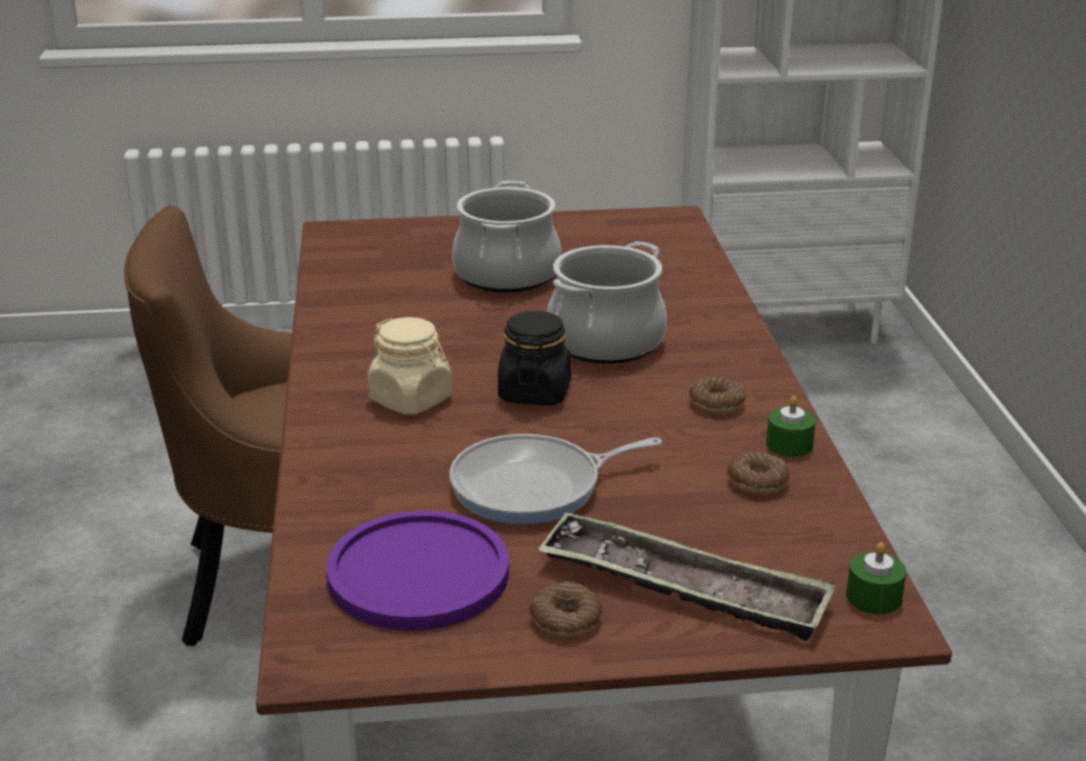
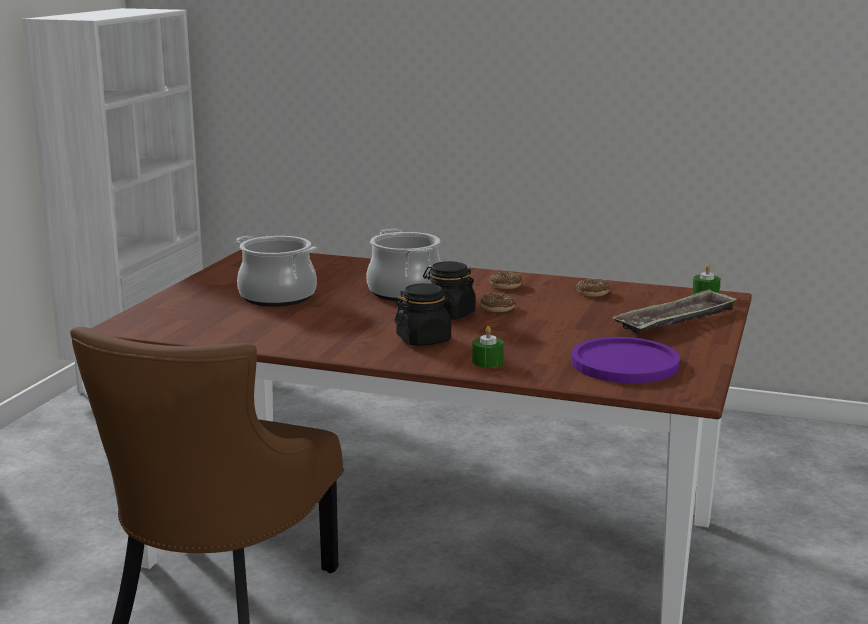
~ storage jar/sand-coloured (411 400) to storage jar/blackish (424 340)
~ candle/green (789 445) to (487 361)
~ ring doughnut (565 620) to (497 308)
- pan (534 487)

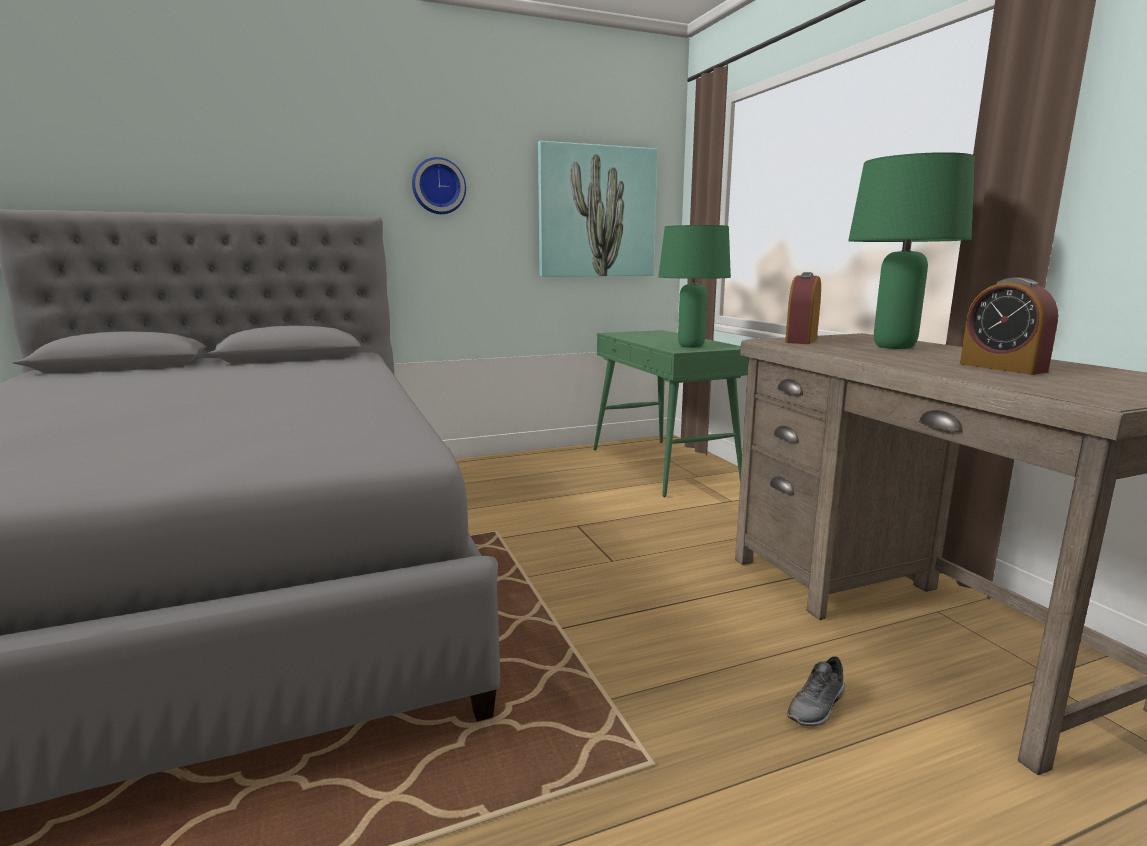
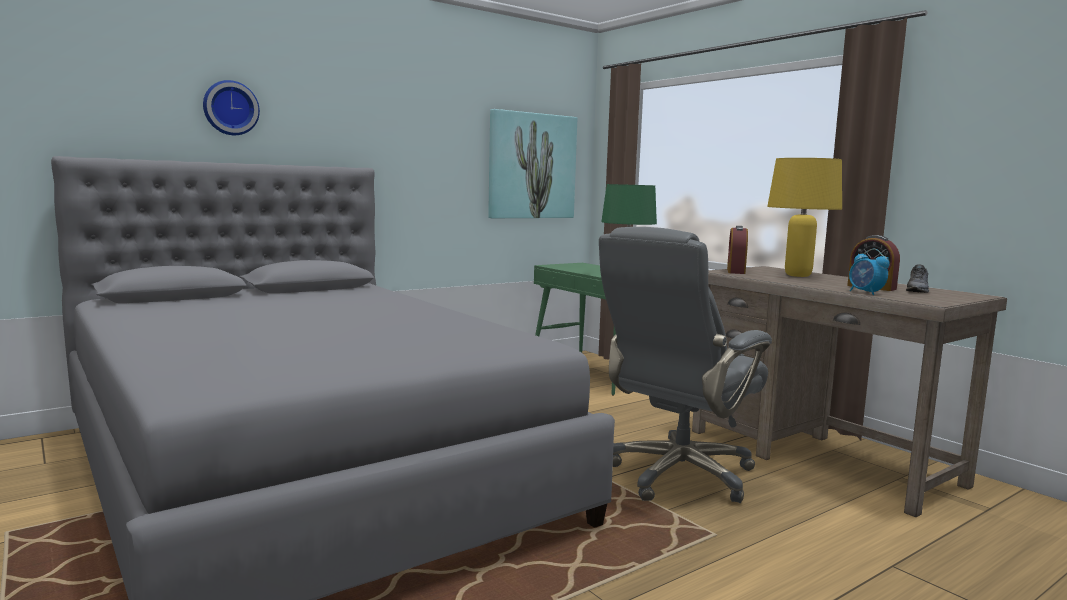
~ hanging clock (438 186) to (230 108)
+ desk chair/greyish (676 477)
~ lamp for a table/green (895 347) to lamp for a table/yellowish (798 275)
+ table clock (866 293)
~ shoe/greyish (817 706) to (917 290)

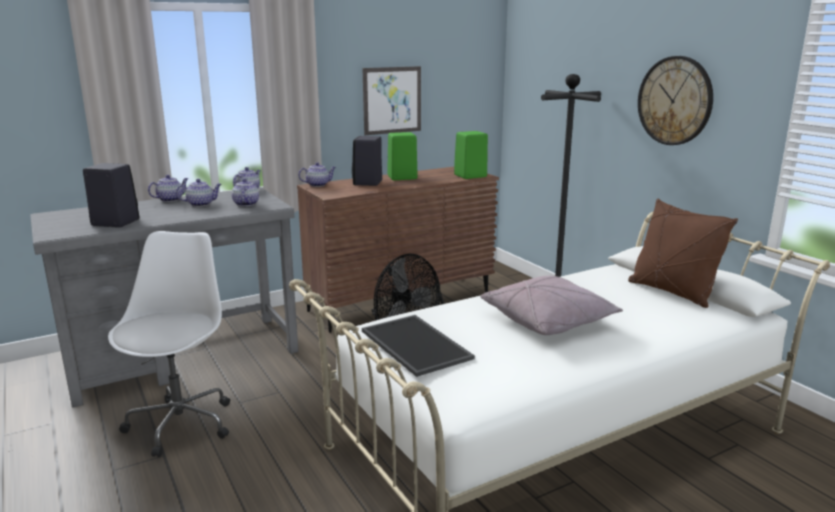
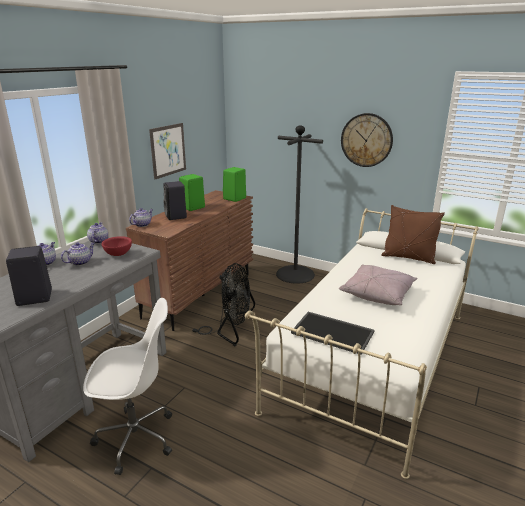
~ desk chair/whitish (182 423) = (138 438) 105 degrees clockwise
~ teapot (246 204) to serving bowl/red (118 254)

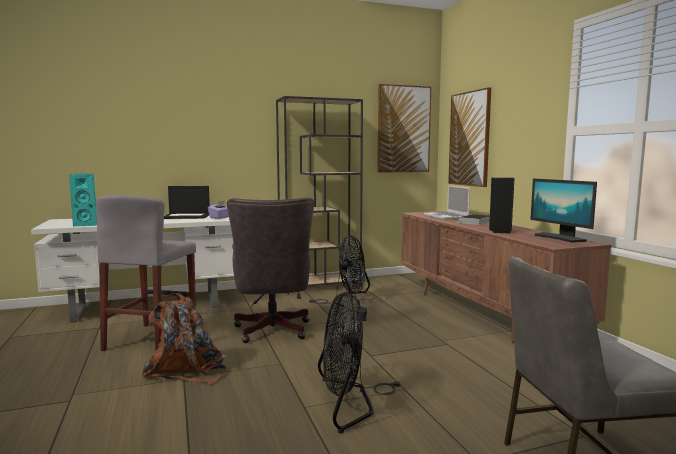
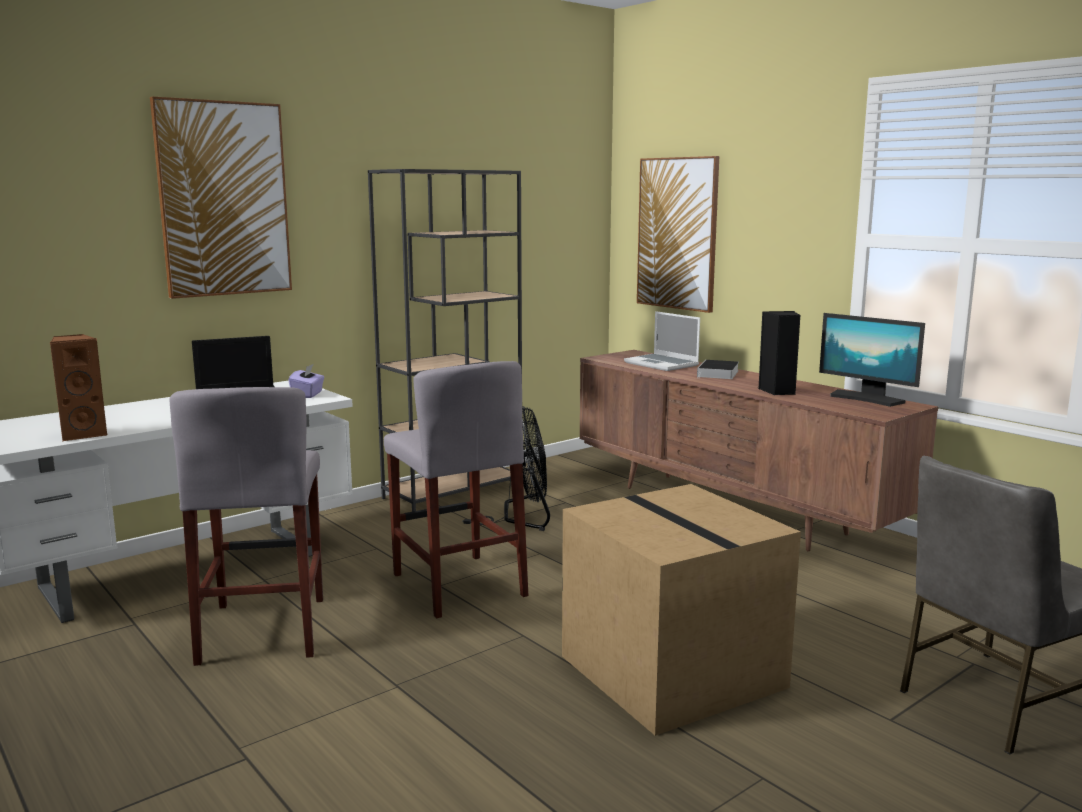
~ loudspeaker/turquoise (87 224) to loudspeaker/brown-coloured (83 434)
~ picture (403 129) to (223 199)
~ desk chair/greyish (273 331) to stool/greyish (458 585)
~ electric fan/blackish (351 400) to cardboard box (675 672)
- rucksack/brown-coloured (187 369)

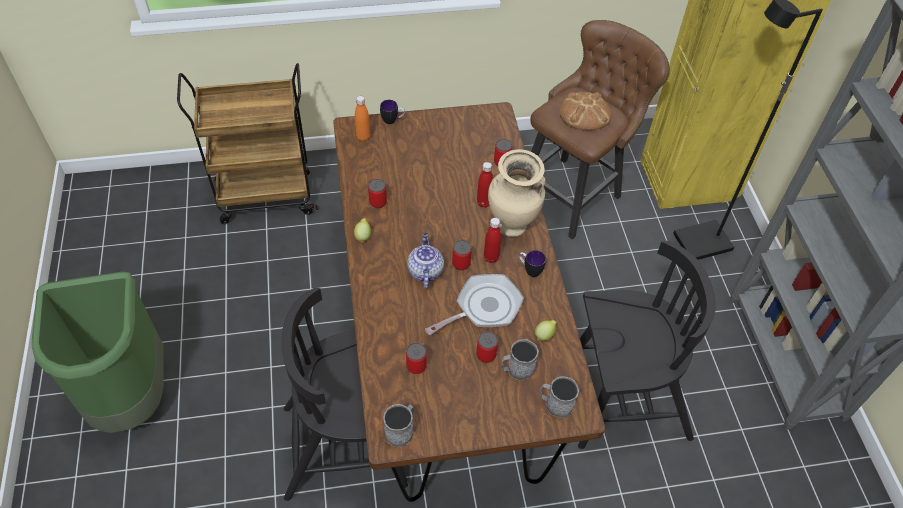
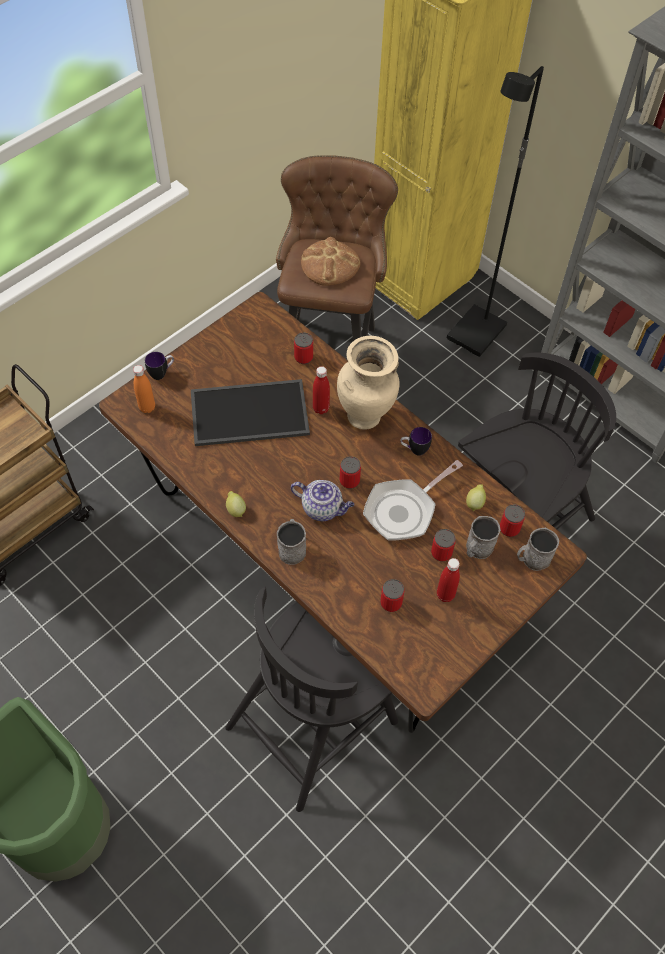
+ serving tray (248 415)
~ tea mug/greyish (401 430) to (292 548)
~ teapot (425 271) = (323 508) 150 degrees clockwise
~ pan (484 308) = (404 510) 150 degrees counterclockwise
~ bottle/red (491 258) to (445 595)
~ can (378 202) to (509 528)

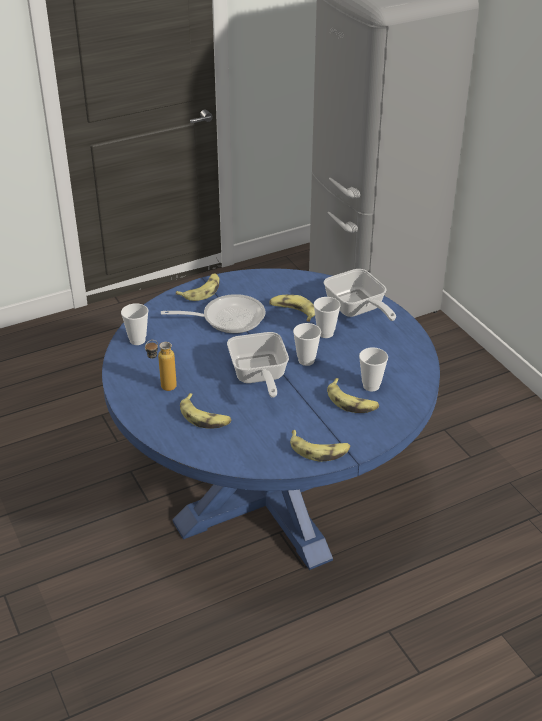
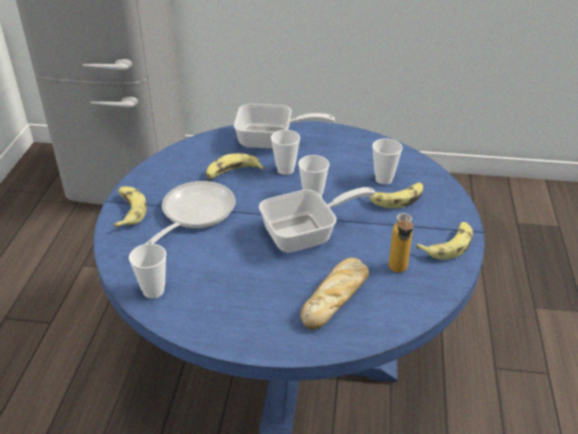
~ pan (258 376) = (307 234) 45 degrees counterclockwise
~ banana (205 417) to baked bread (336 297)
~ bottle (162 388) to (398 272)

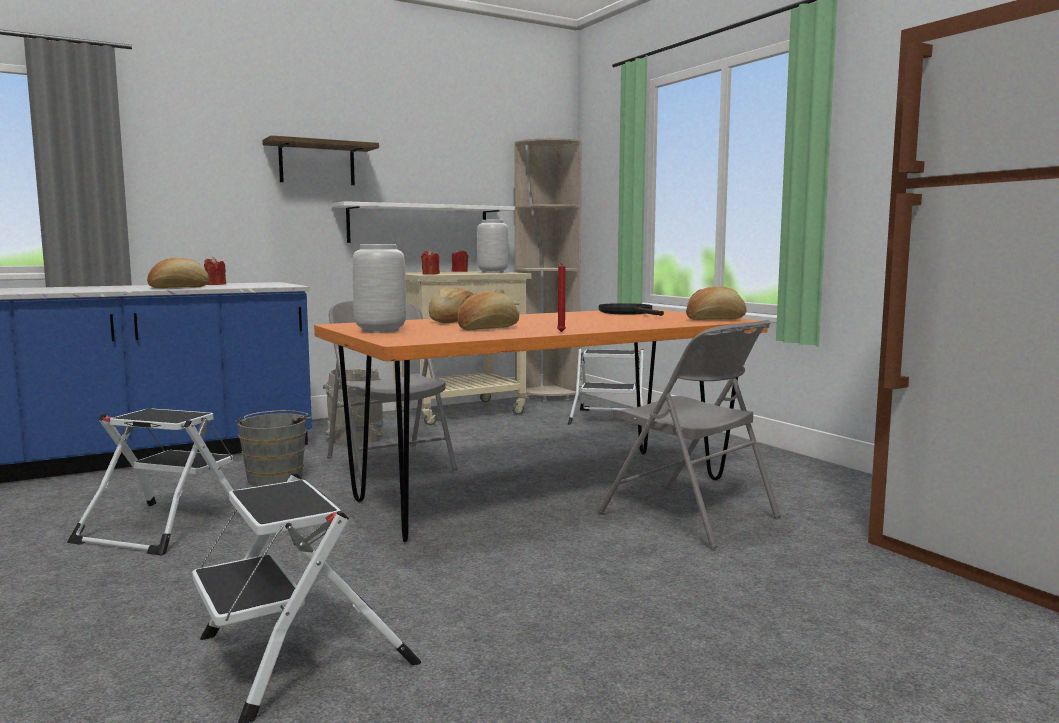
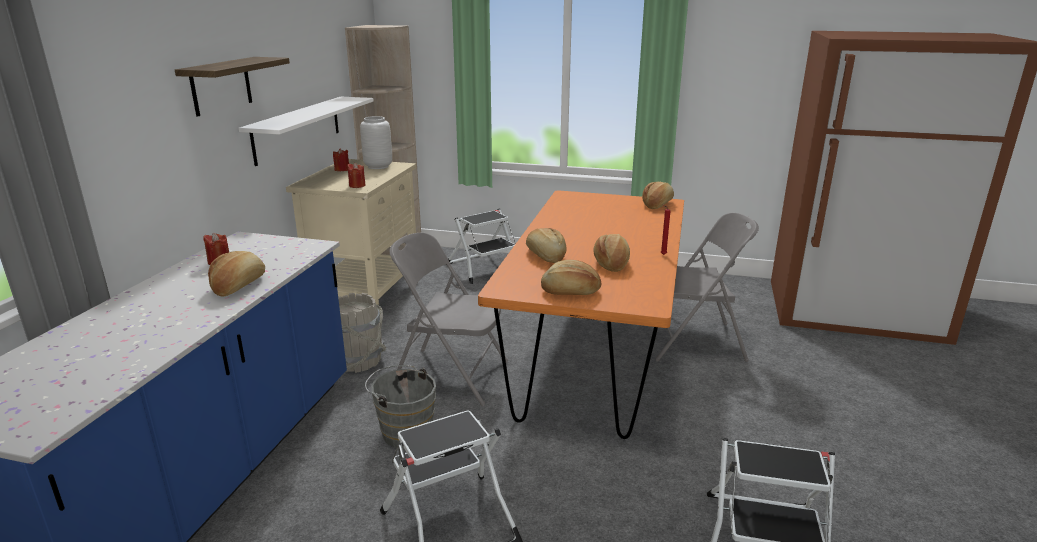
~ vase/greyish (381 330) to baked bread (570 291)
- pan/blackish (629 313)

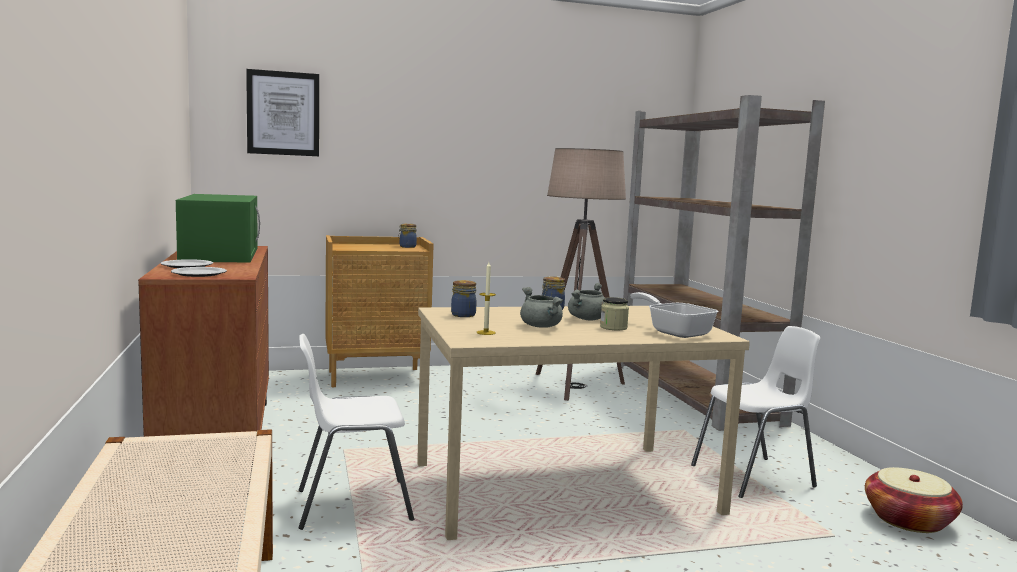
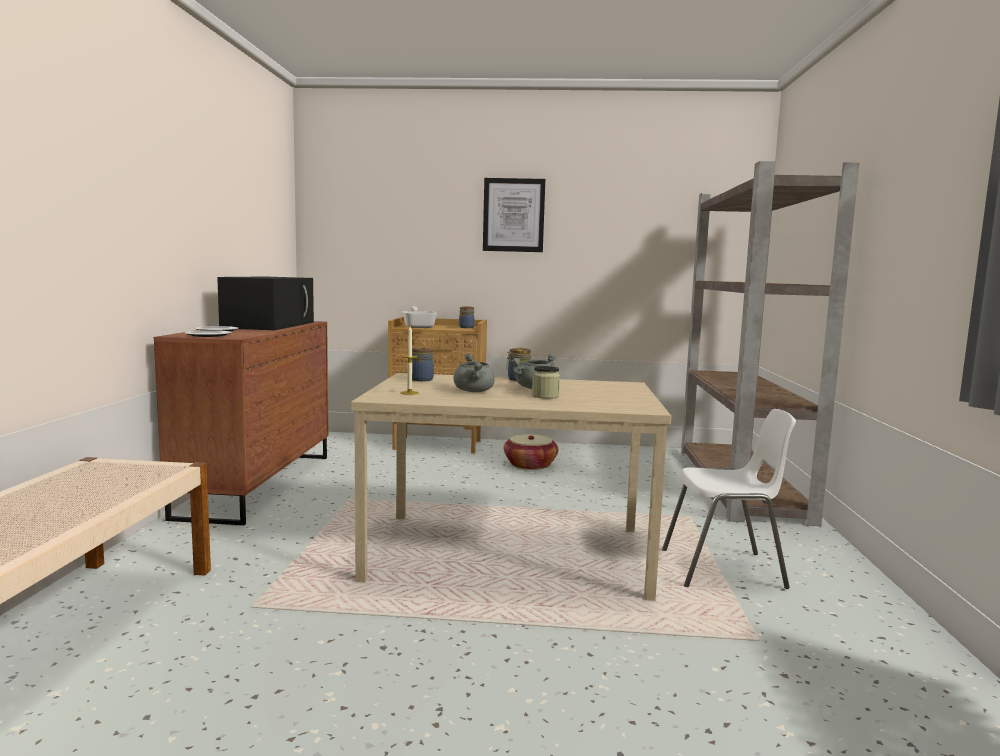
~ microwave/green (220 253) to microwave/blackish (270 325)
~ pan (675 332) to (419 327)
~ picture (283 113) to (513 215)
~ household basket (909 520) to (530 465)
- upright chair/whitish (352 505)
- standing lamp (575 385)

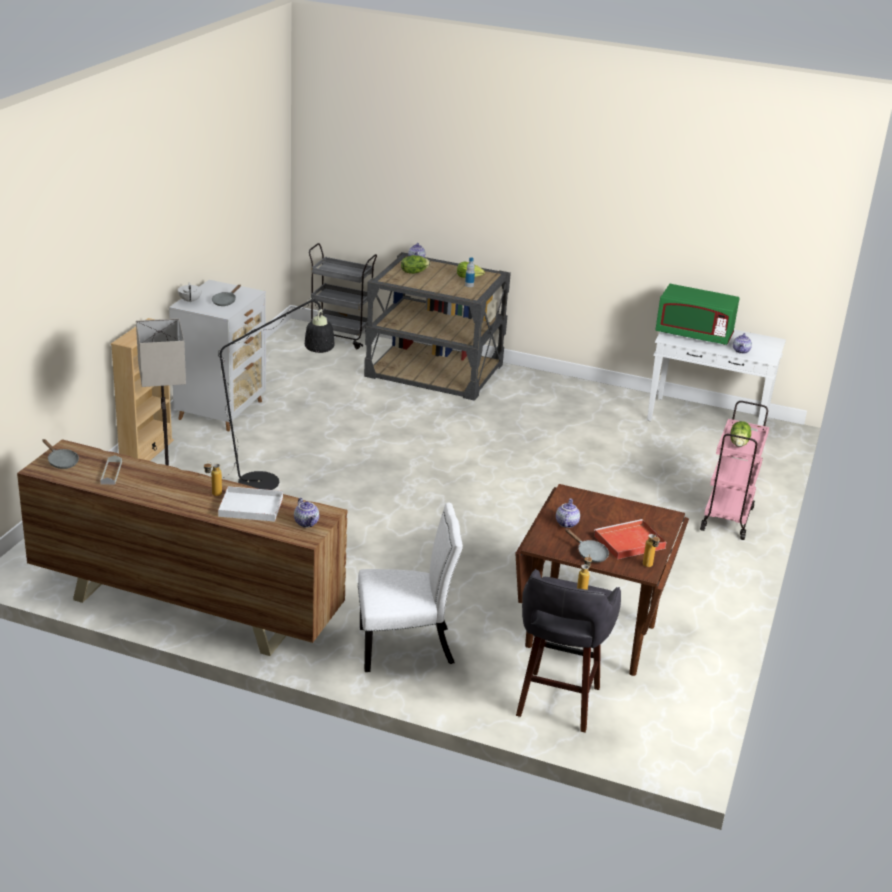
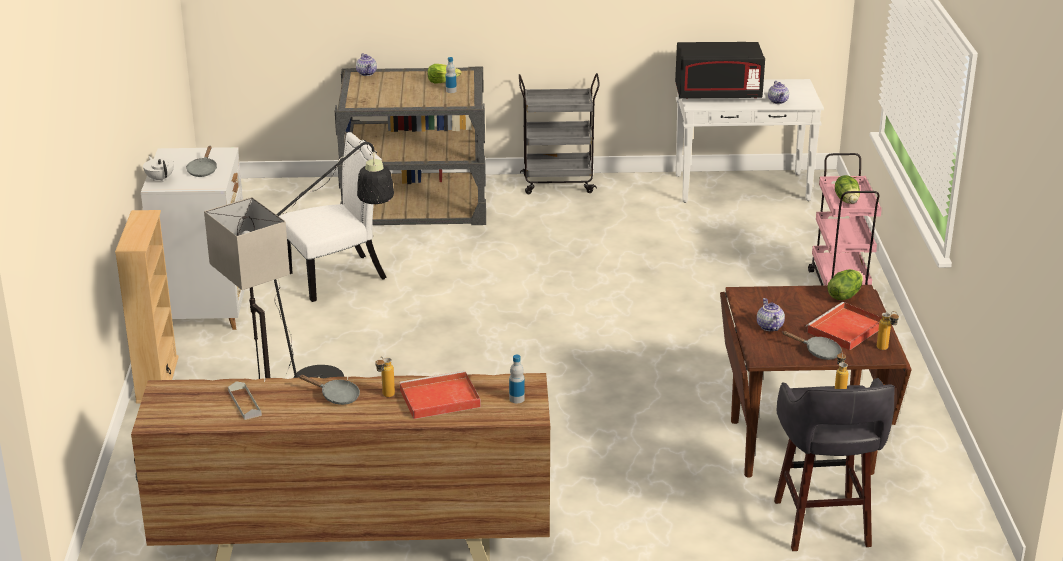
~ upright chair/whitish (404 647) to (335 277)
~ pan/greyish (61 462) to (336 396)
~ serving tray/whitish (249 507) to serving tray/red (438 399)
~ teapot (307 523) to bottle (516 399)
~ wheeled cart/greyish (341 338) to (558 184)
~ microwave/green (694 335) to microwave/blackish (718 94)
~ lettuce (414 272) to (844 295)

